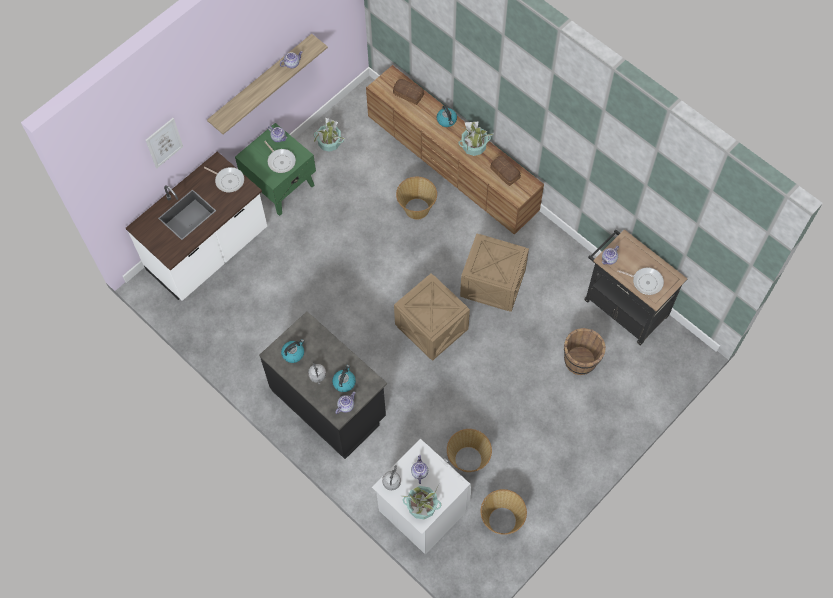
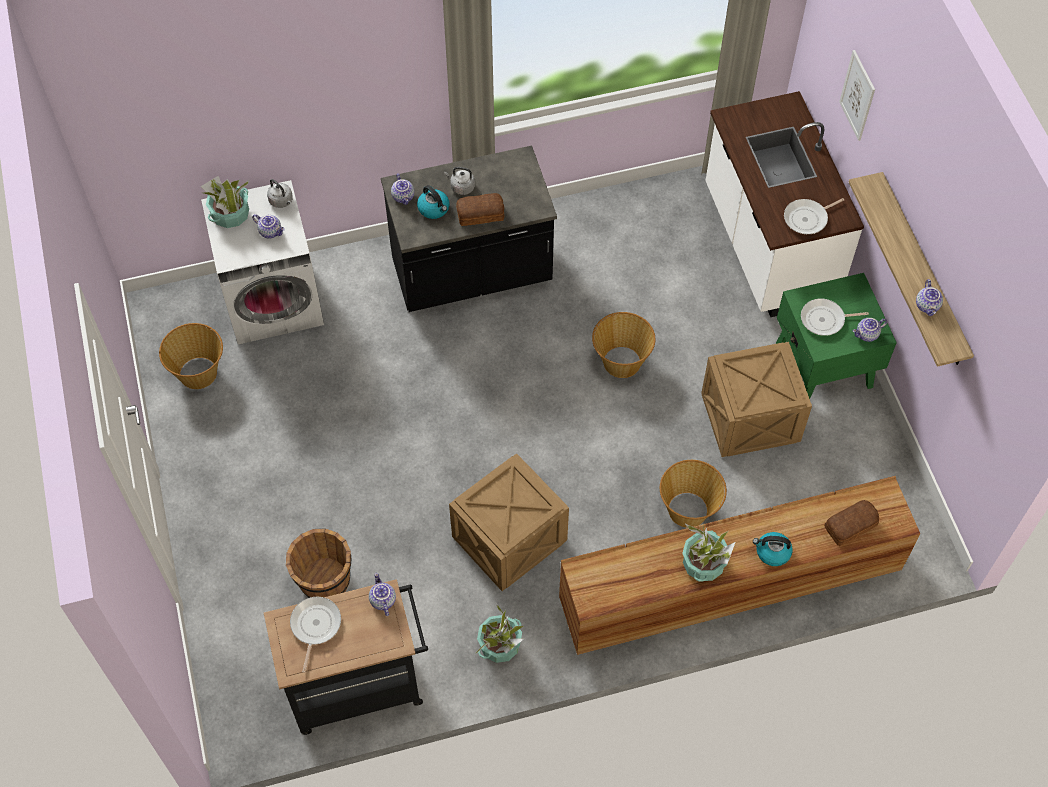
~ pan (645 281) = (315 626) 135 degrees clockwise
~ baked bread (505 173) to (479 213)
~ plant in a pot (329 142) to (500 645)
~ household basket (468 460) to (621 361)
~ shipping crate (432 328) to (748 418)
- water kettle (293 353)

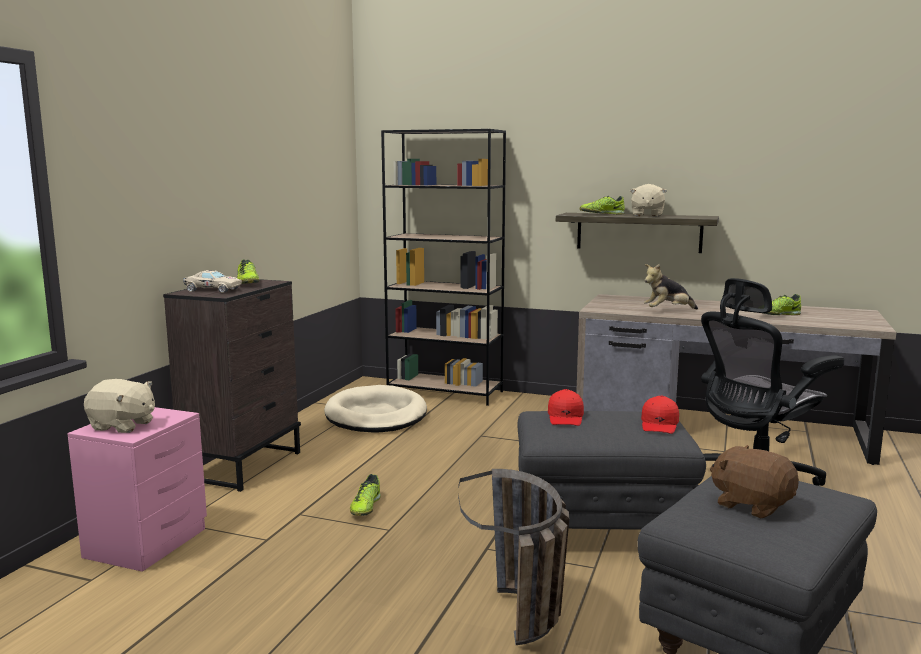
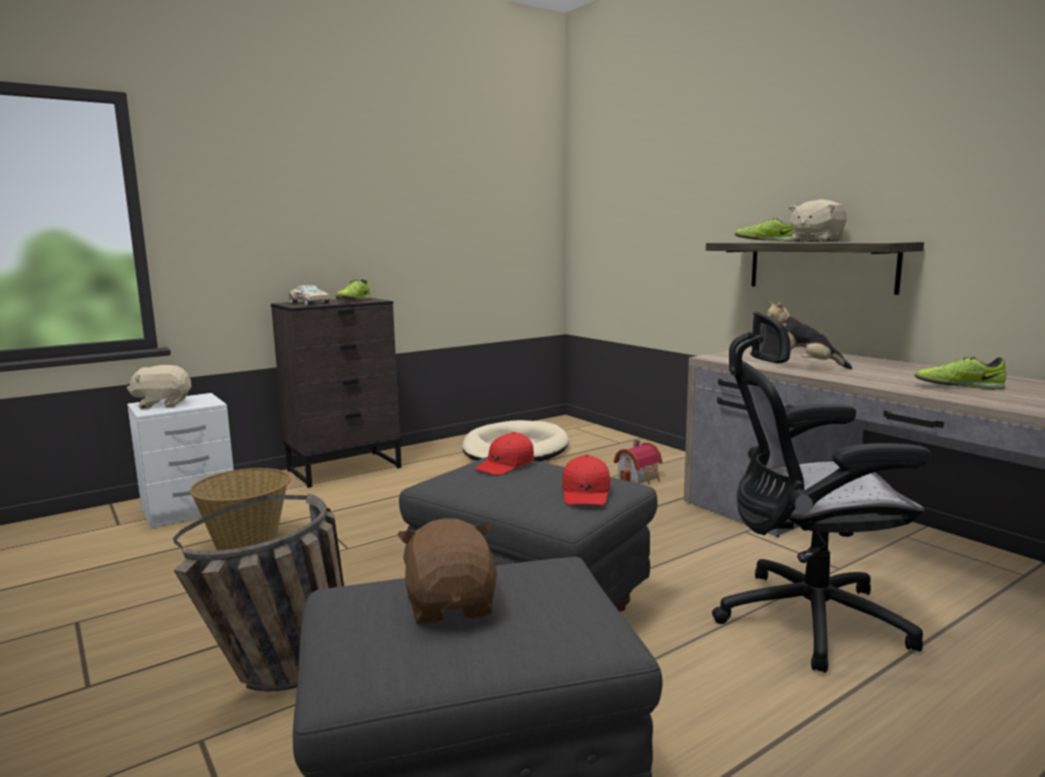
~ cuddly toy/sand-coloured (122 426) = (163 404) 120 degrees clockwise
~ bedside table/pink-coloured (149 542) to bedside table/whitish (191 509)
+ household basket (247 545)
~ peaked cap/red (659 424) = (586 493) 45 degrees counterclockwise
+ miniature house (640 477)
- shoe (365 507)
- bookcase/sand-coloured (446 393)

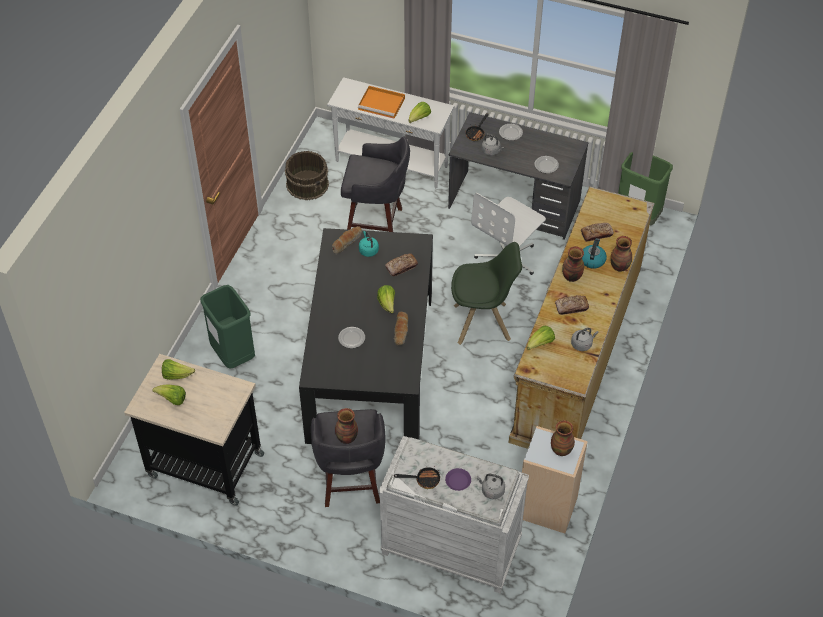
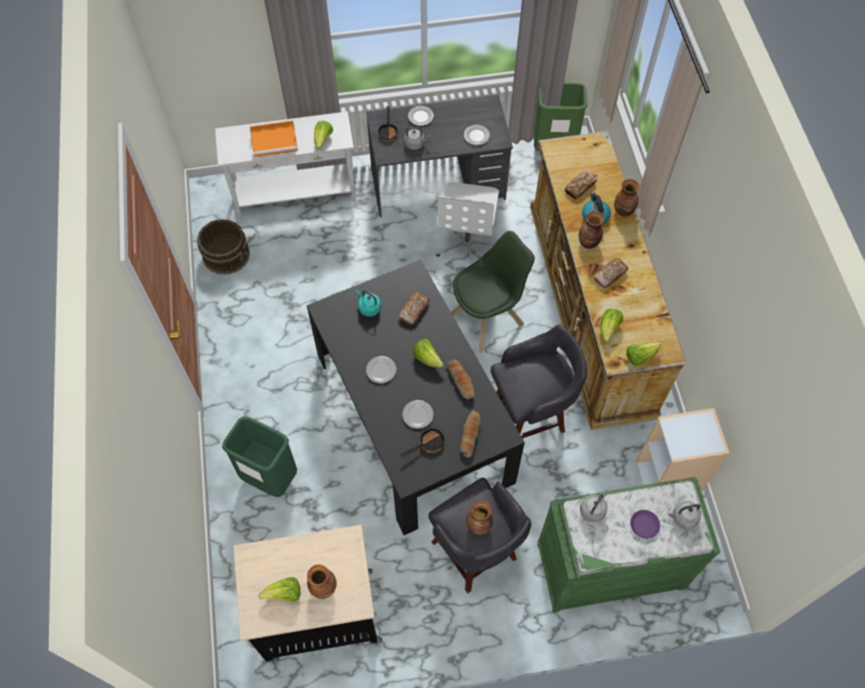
~ vase (561 449) to (323 587)
+ dinner plate (381 370)
~ pan (424 480) to (428 444)
~ baked bread (346 242) to (469 435)
~ stool/greyish (377 223) to (530 416)
~ drawer chest/whitish (450 546) to drawer chest/green (609 566)
~ water kettle/greyish (582 344) to (593 509)
~ lettuce (176 375) to (640 357)

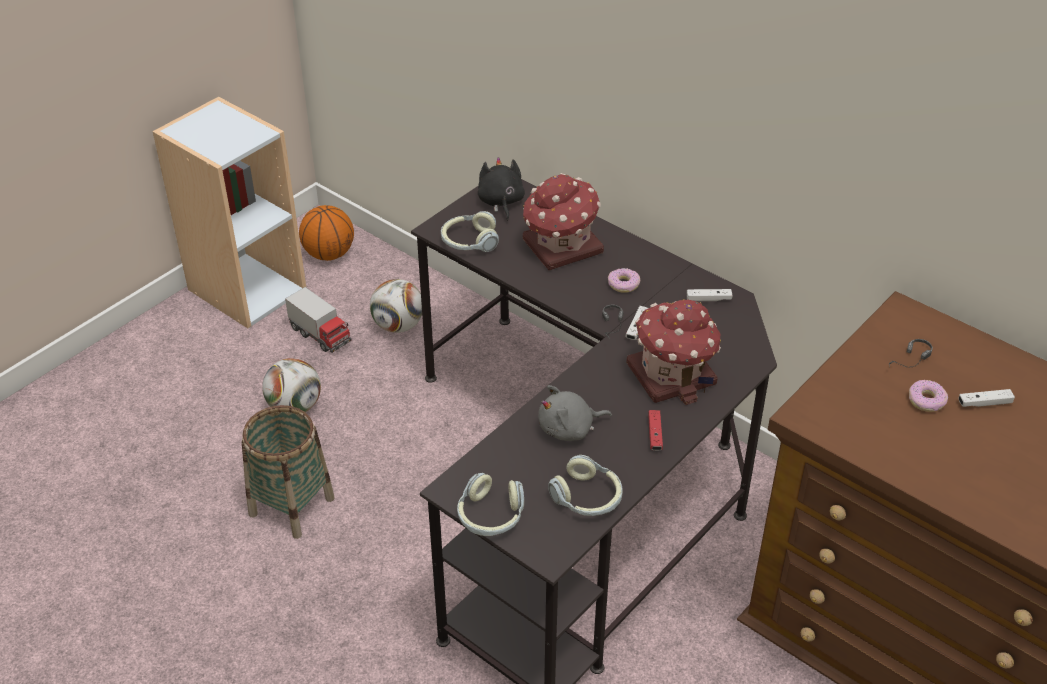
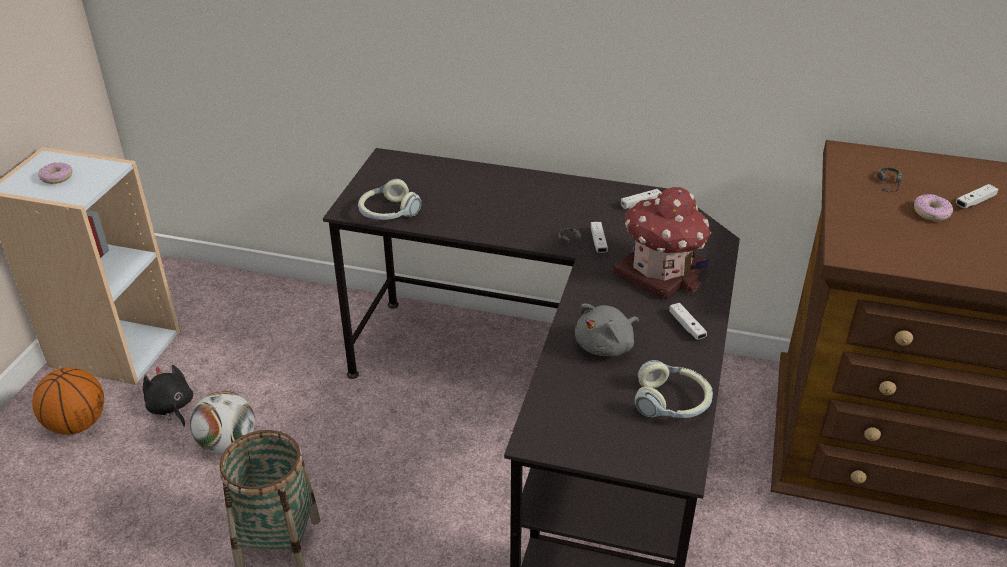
~ ball for basketball (329 254) to (77 424)
~ ring doughnut (623 284) to (57 177)
~ cuddly toy/blackish (501 202) to (171 408)
~ game controller/red (655 434) to game controller/whitish (686 326)
- model truck (320 335)
- ball for football (398 326)
- headphones (490 516)
- miniature house (560 247)

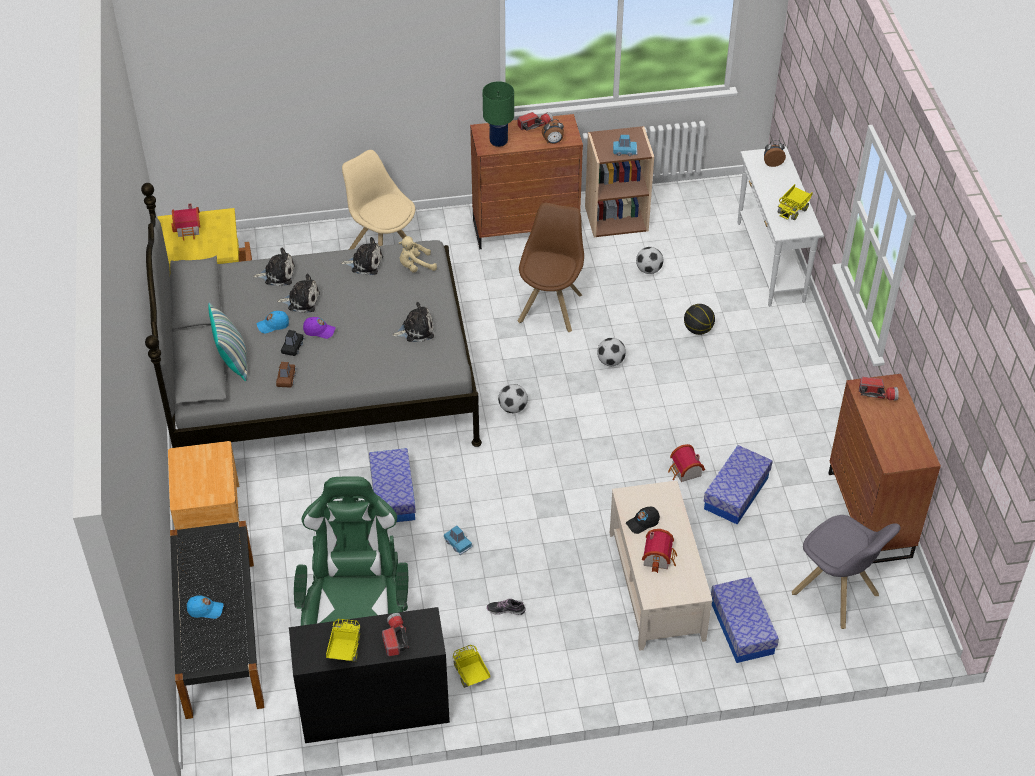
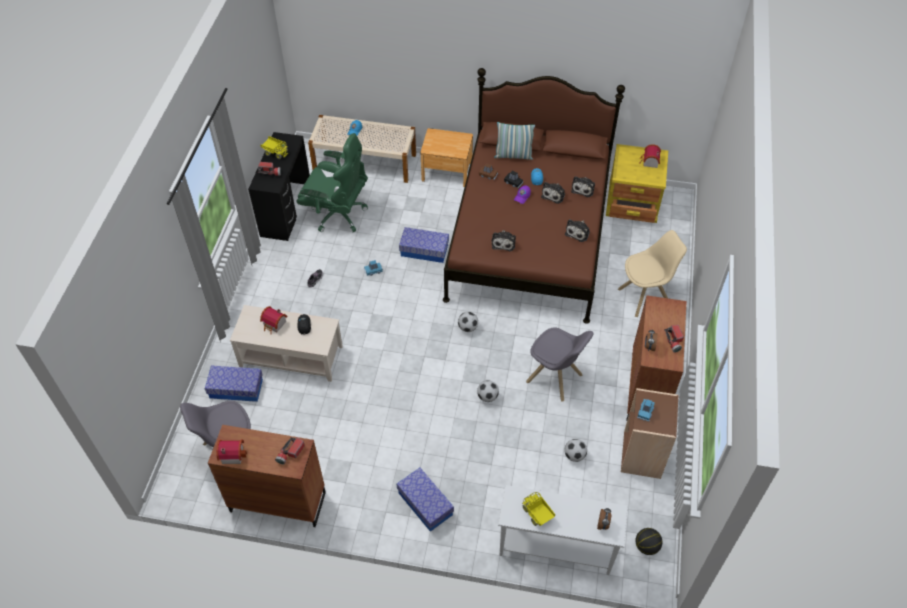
~ miniature house (685 472) to (232 454)
~ long seat/blackish (219 637) to long seat/sand-coloured (365 161)
~ storage bin (736 493) to (425 504)
~ sleeping bed/greyish (321 384) to sleeping bed/brown-coloured (529 238)
~ upright chair/brown-coloured (551 308) to upright chair/greyish (555 378)
~ ball for basketball (698 330) to (646 546)
- cuddly toy/sand-coloured (415 266)
- model truck (470 675)
- lamp for a table/green (499 143)

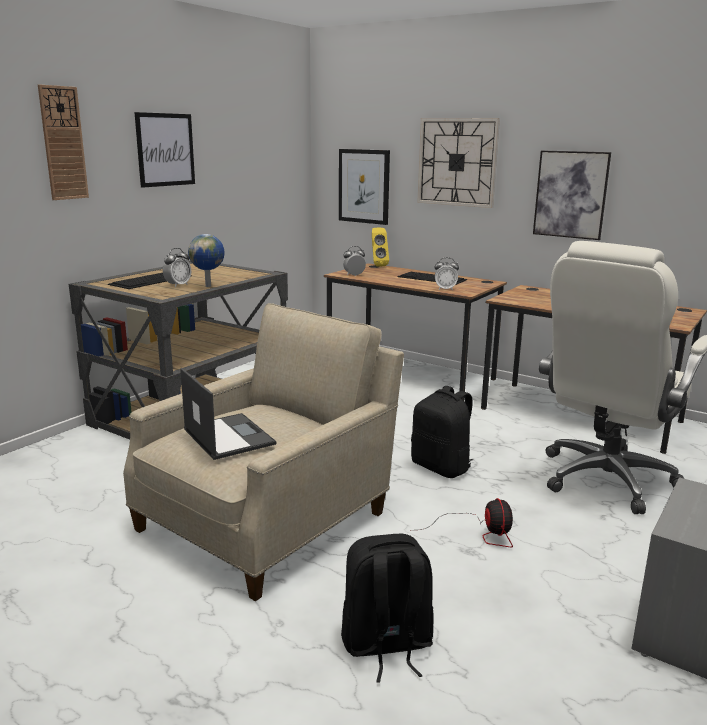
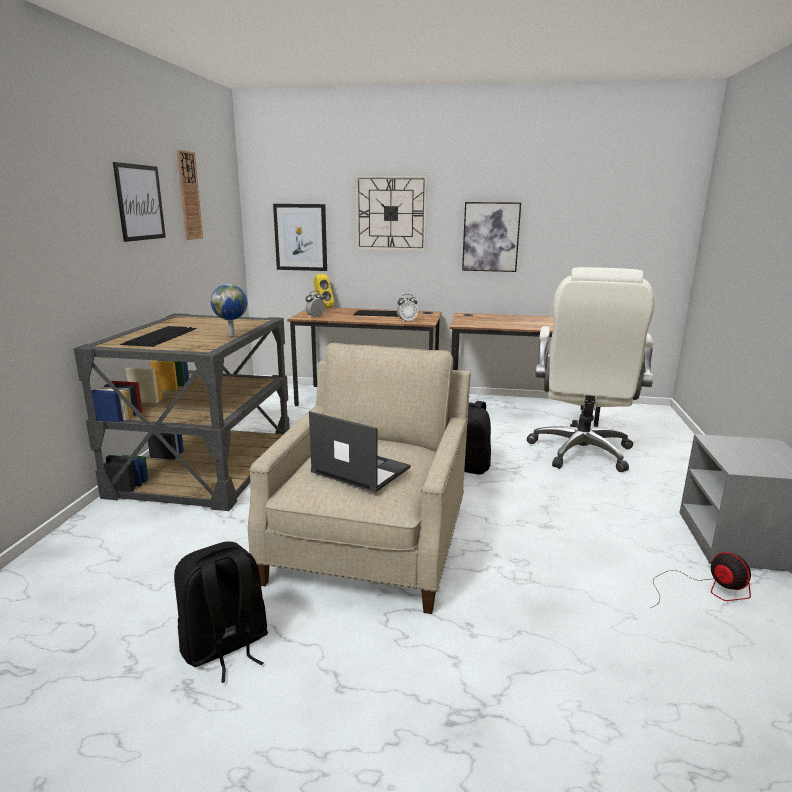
~ rucksack/blackish (386 645) to (225 647)
~ hanging clock (63 143) to (189 196)
~ electric fan (479 532) to (704 590)
- table clock (178 285)

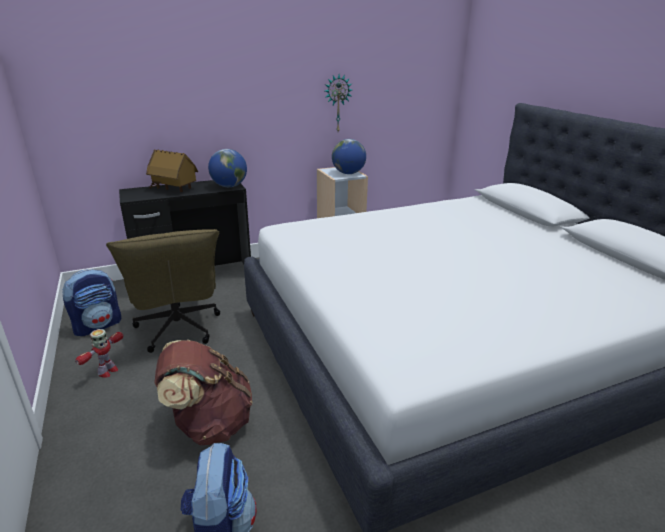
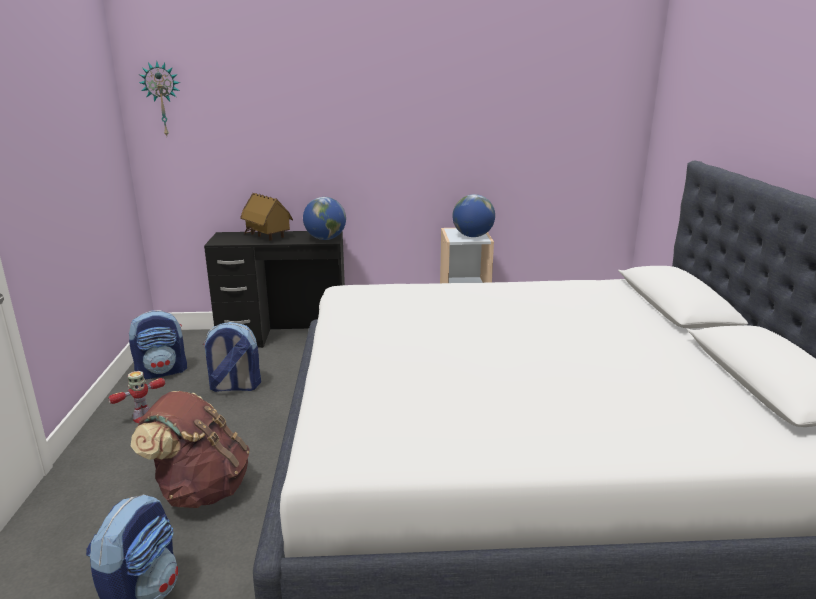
~ hanging clock (337 103) to (162 99)
~ desk chair/sand-coloured (178 327) to rucksack (234 387)

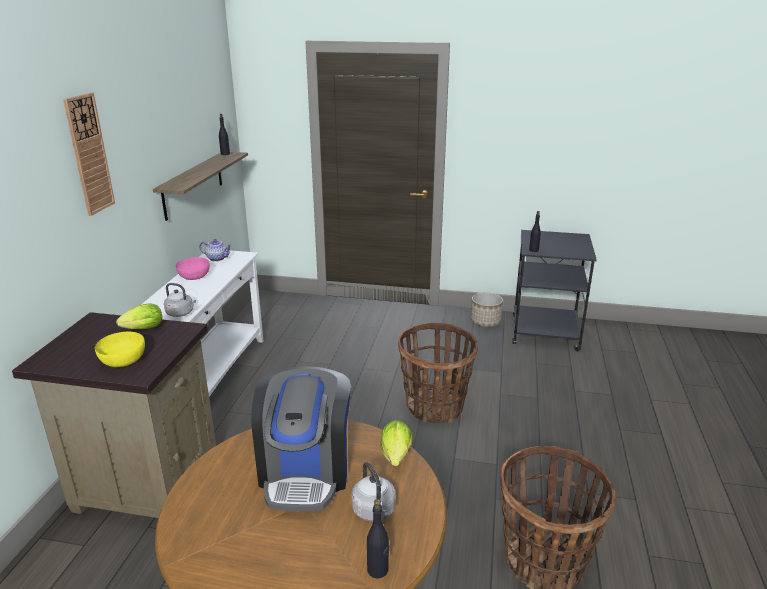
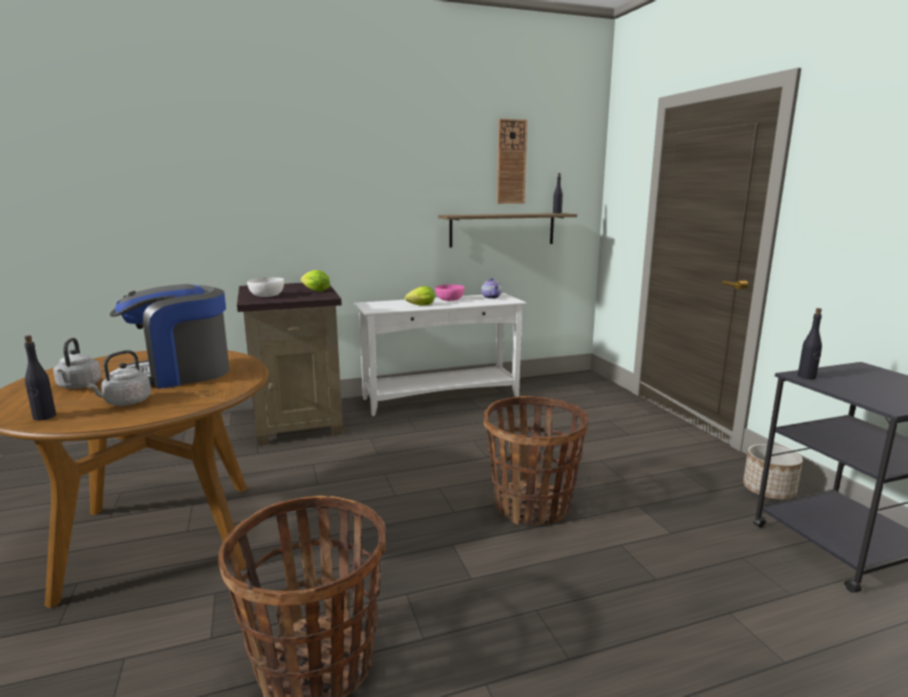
~ water kettle/greyish (181 313) to (79 386)
~ serving bowl/yellowish (124 361) to serving bowl/whitish (267 296)
~ lettuce (396 457) to (419 306)
~ hanging clock (89 154) to (511 162)

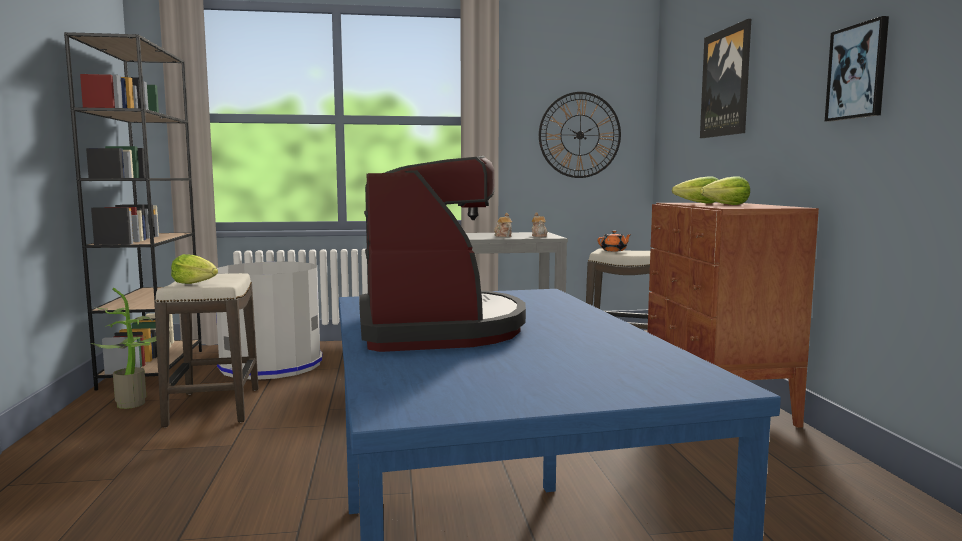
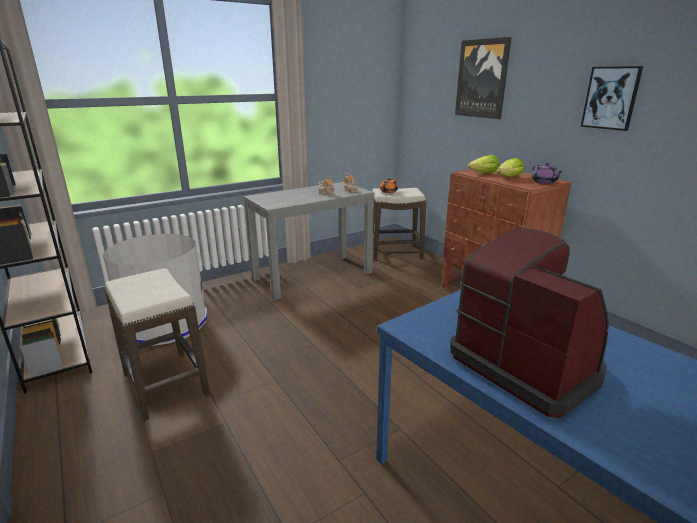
+ teapot/purple-coloured (544 182)
- plant in a pot (134 402)
- lettuce (196 283)
- hanging clock (579 135)

